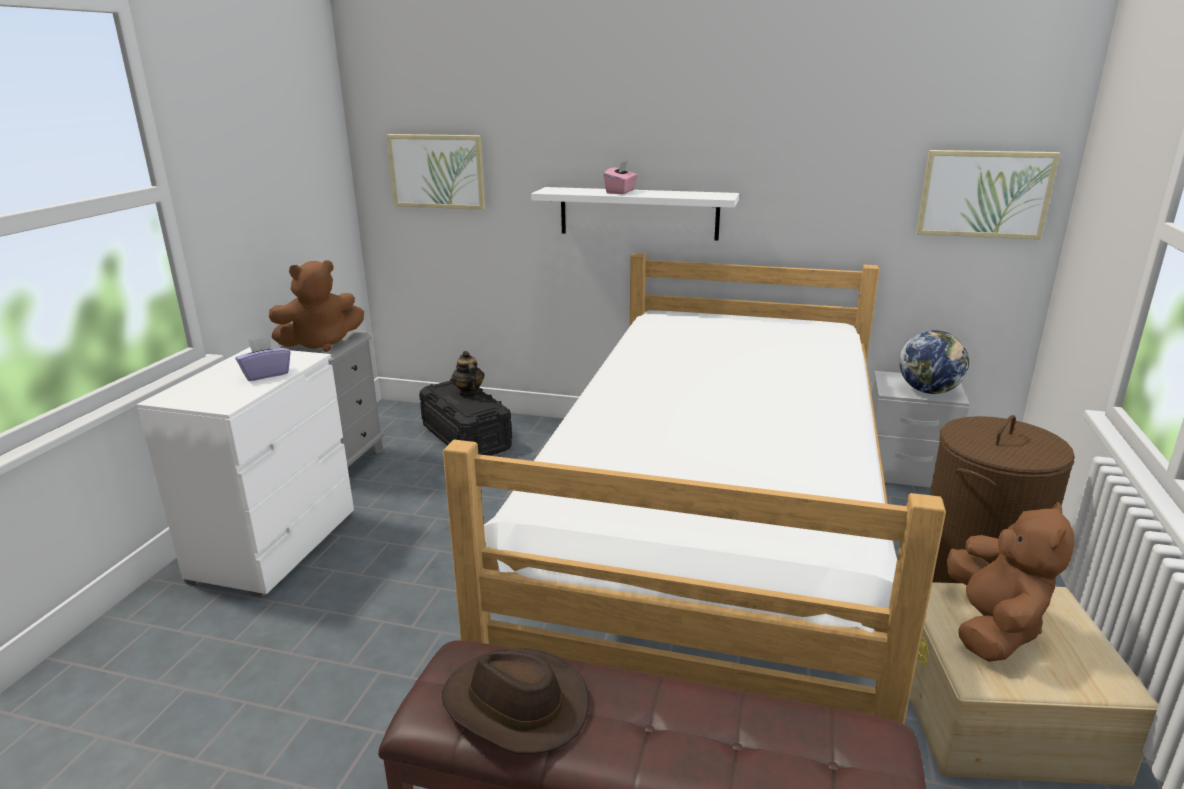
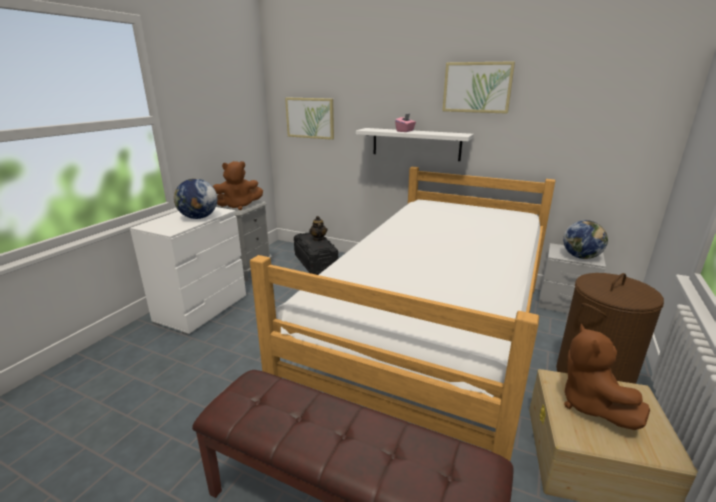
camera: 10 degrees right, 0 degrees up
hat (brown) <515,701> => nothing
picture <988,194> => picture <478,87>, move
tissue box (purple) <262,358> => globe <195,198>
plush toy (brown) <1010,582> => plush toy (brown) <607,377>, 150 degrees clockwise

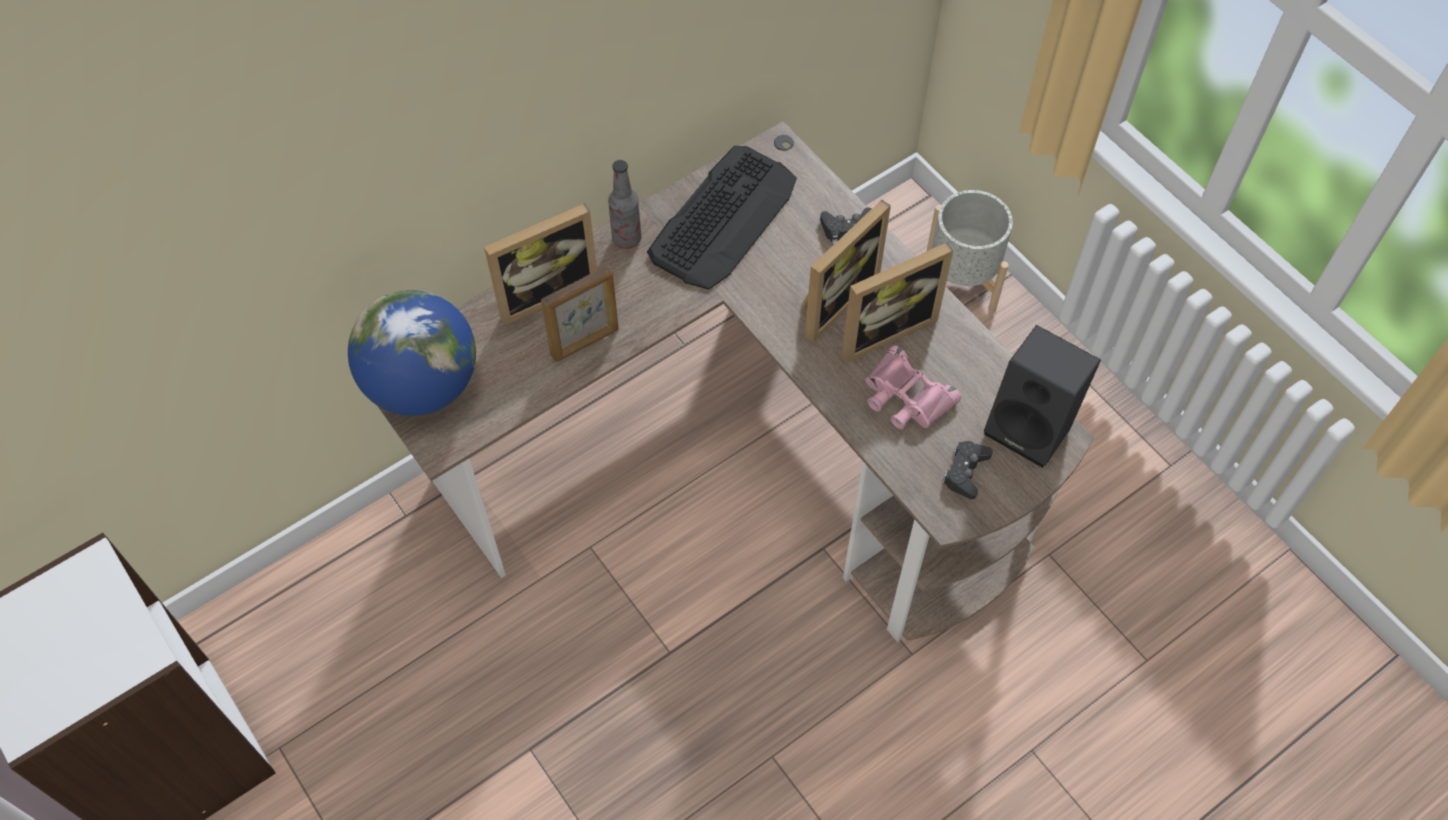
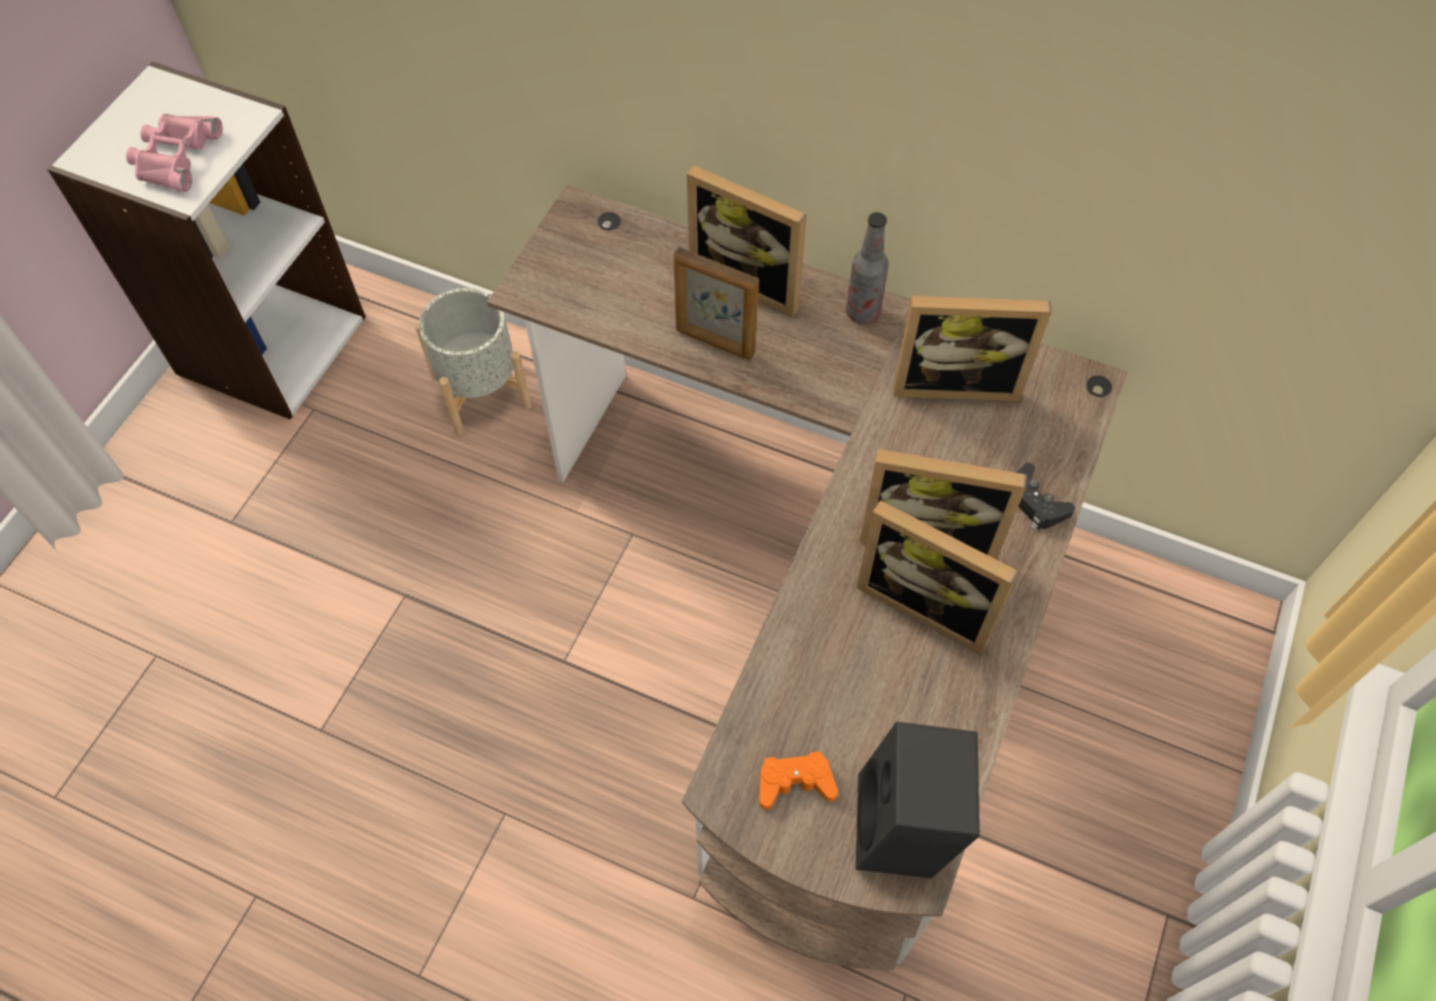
camera: 60 degrees right, 0 degrees up
globe <412,353> => nothing
binoculars (pink) <913,387> => binoculars (pink) <174,153>, move
planter (grey) <969,251> => planter (grey) <473,361>, move
keyboard <722,218> => picture frame <972,349>
game controller (black) <967,470> => game controller (orange) <798,780>

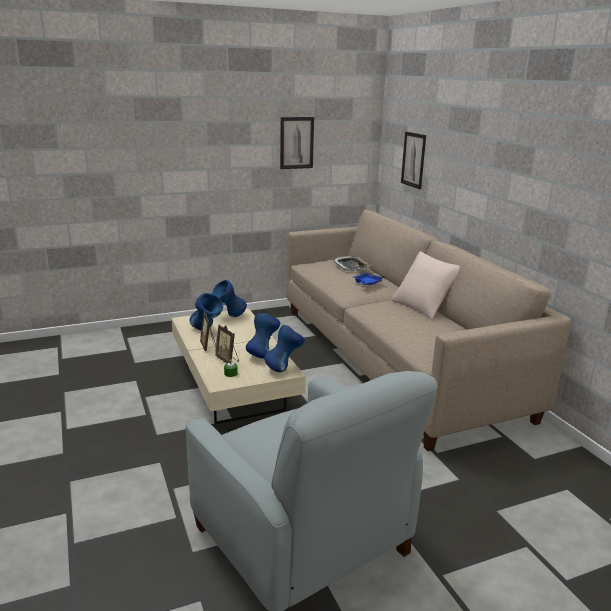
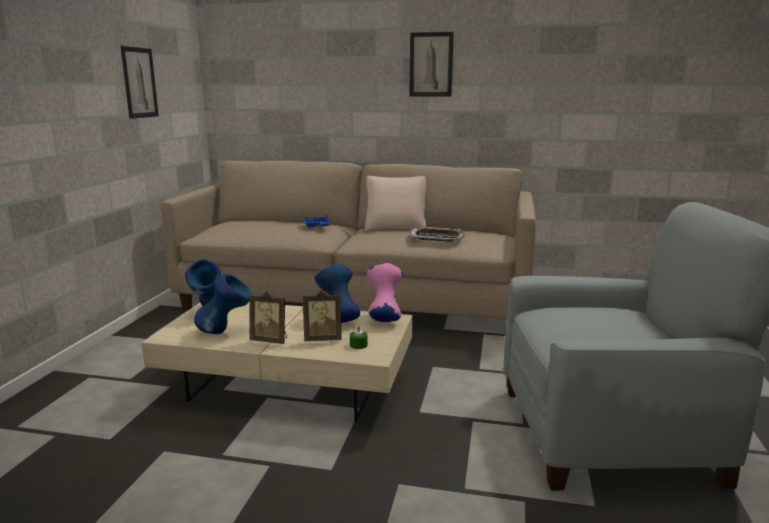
camera: 55 degrees left, 5 degrees down
tray <352,263> => tray <437,234>, move
picture <413,160> => picture <431,64>, move
vase (blue) <284,348> => vase (pink) <385,292>

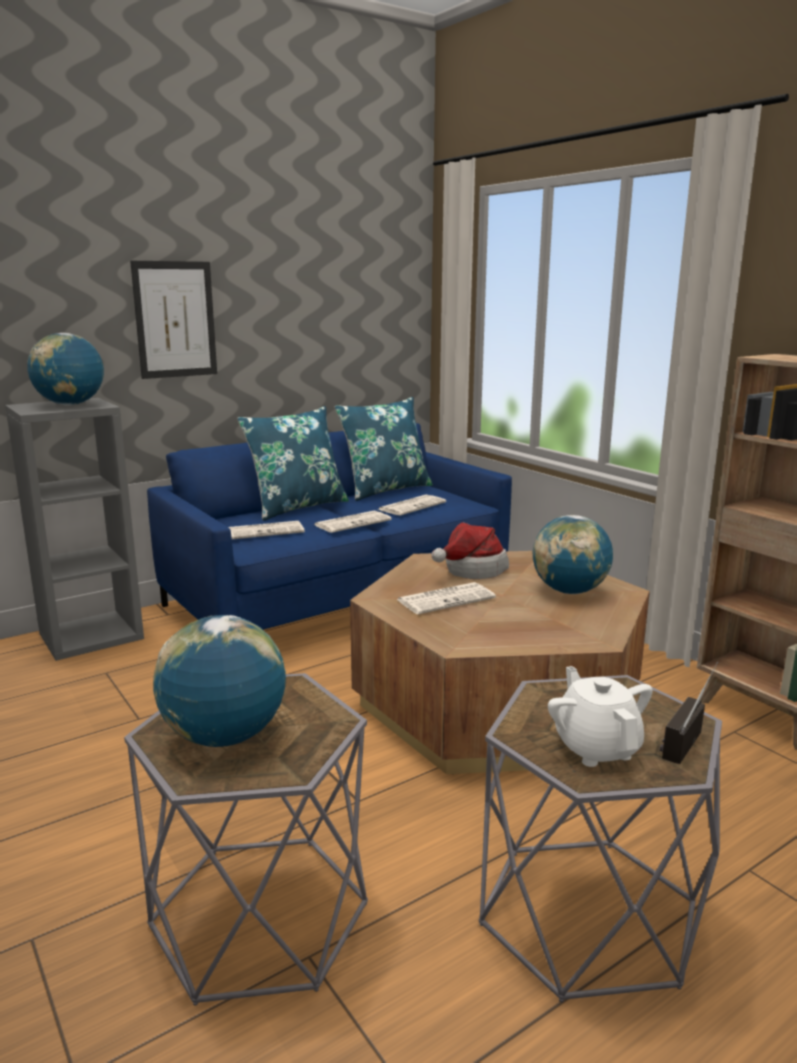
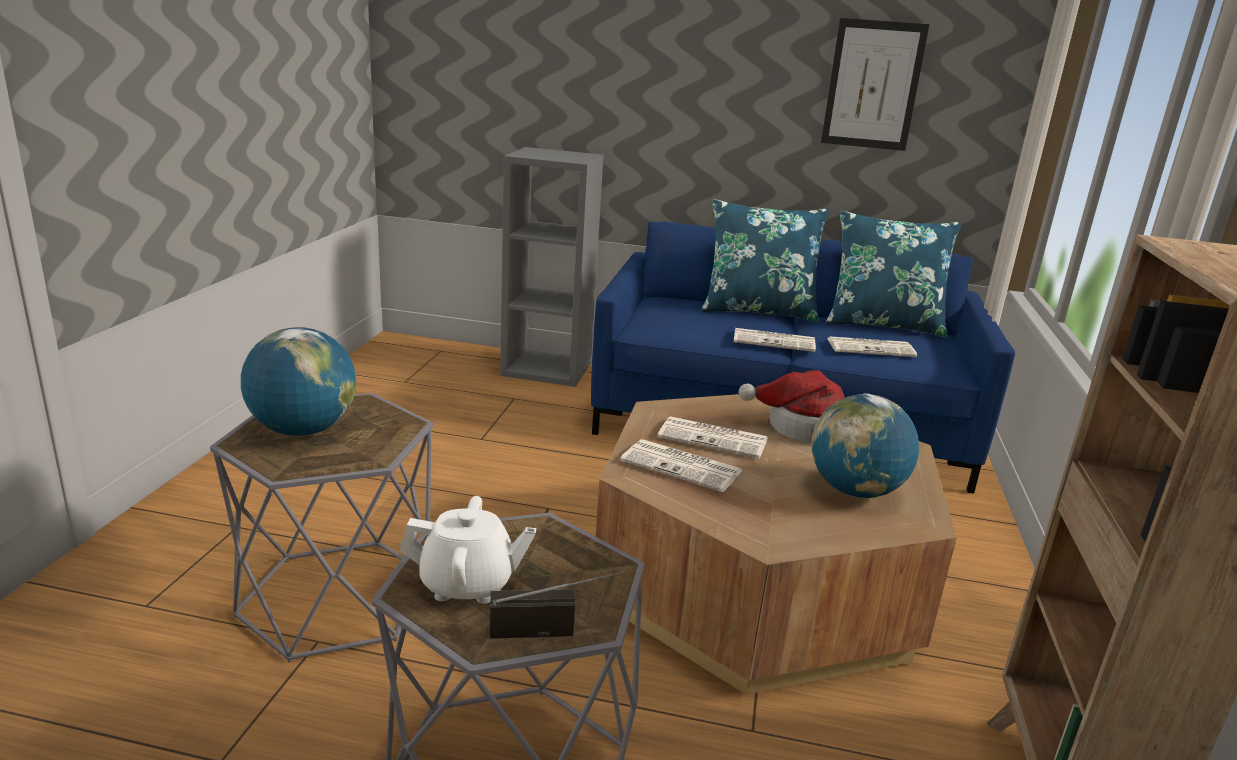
camera: 45 degrees right, 5 degrees up
globe <65,369> => nothing
picture <173,320> => picture <875,84>, move
newspaper <266,530> => newspaper <681,465>, move
teapot (white) <600,716> => teapot (white) <468,550>, 60 degrees clockwise

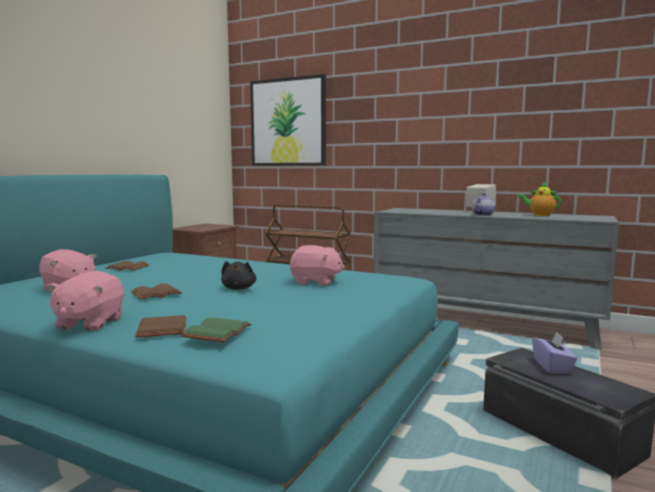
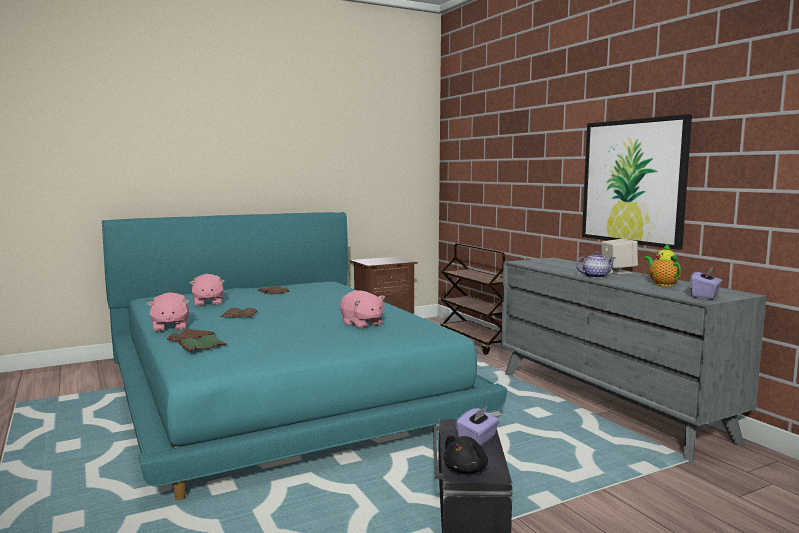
camera: 35 degrees right, 0 degrees up
nothing => tissue box (purple) <706,283>
plush toy (black) <238,275> => plush toy (black) <466,454>, move
picture <288,120> => picture <637,182>, move
plush toy (pink) <85,301> => plush toy (pink) <168,312>, 60 degrees counterclockwise

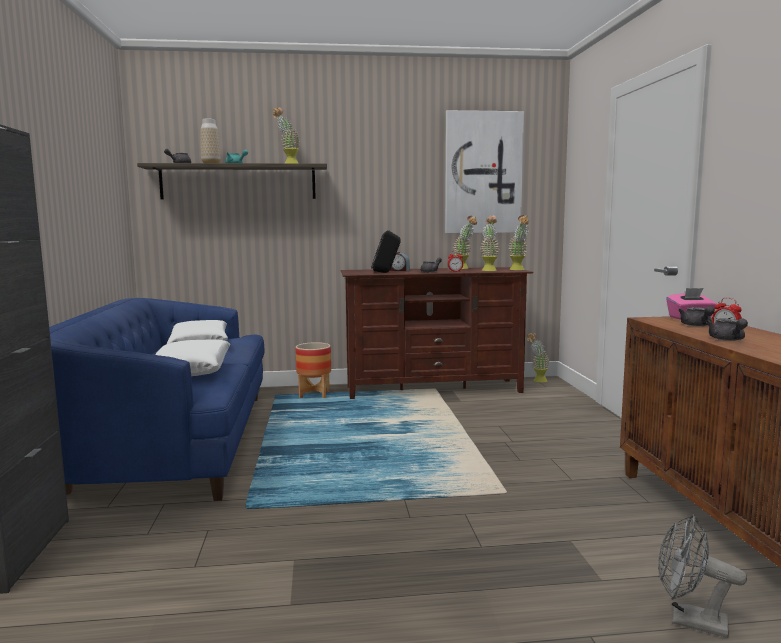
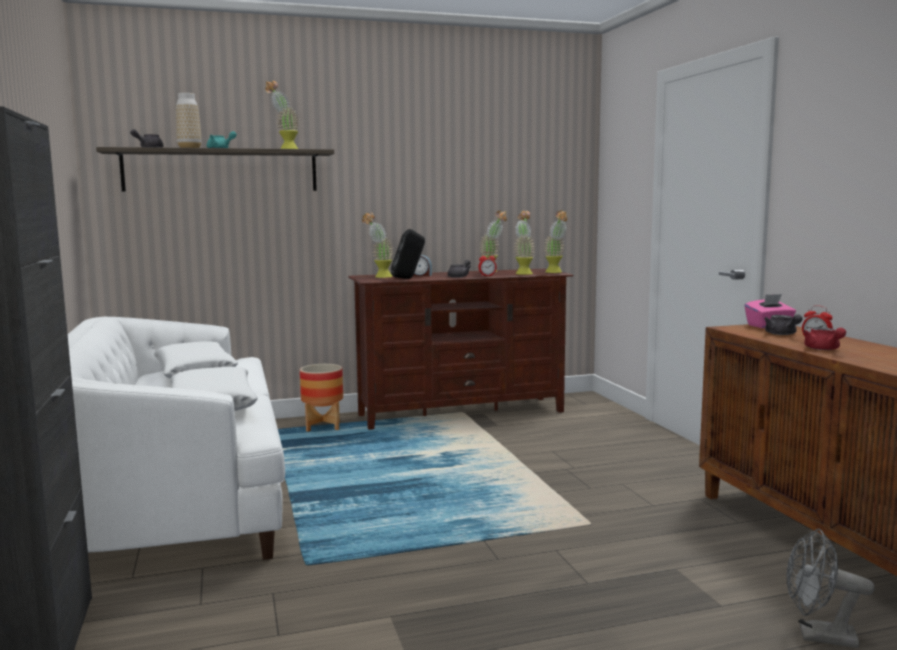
camera: 10 degrees left, 0 degrees up
picture <484,171> => nothing
potted plant <538,357> => potted plant <378,245>, move
sofa (blue) <157,399> => sofa (white) <176,438>
teapot (grey) <727,329> => teapot (red) <824,338>

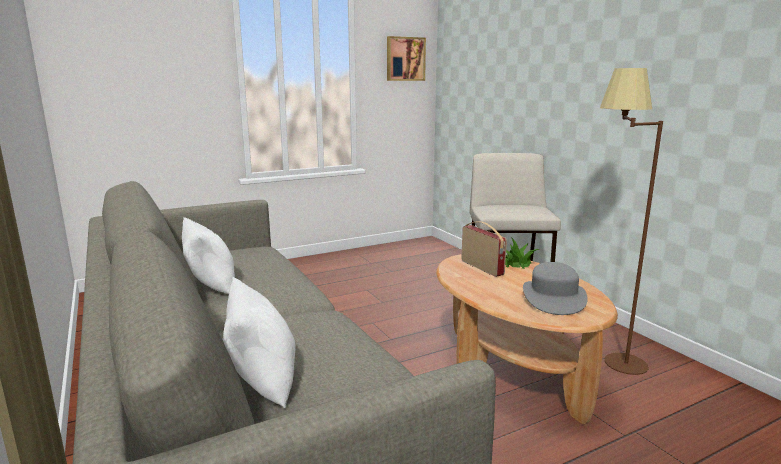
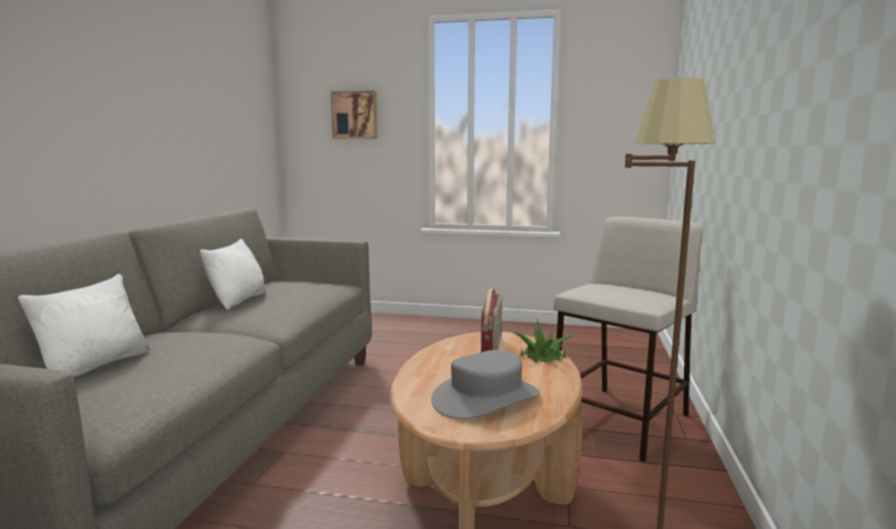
camera: 40 degrees right, 5 degrees down
picture <406,58> => picture <354,115>, move

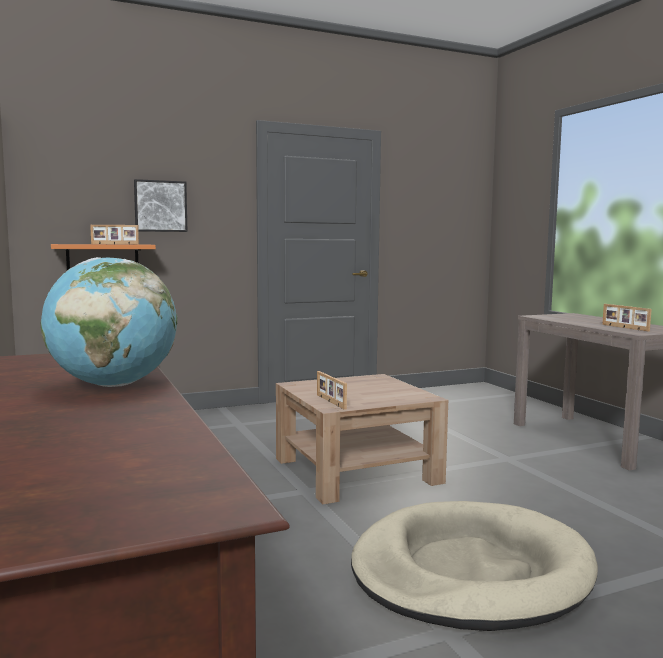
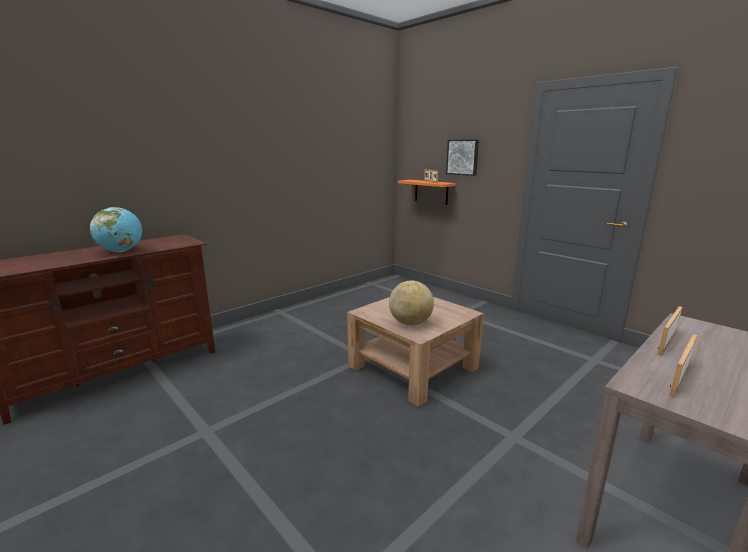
camera: 70 degrees right, 10 degrees up
dog bed (beige) <474,566> => nothing
nothing => globe <411,303>
picture frame <332,390> => picture frame <670,331>, move

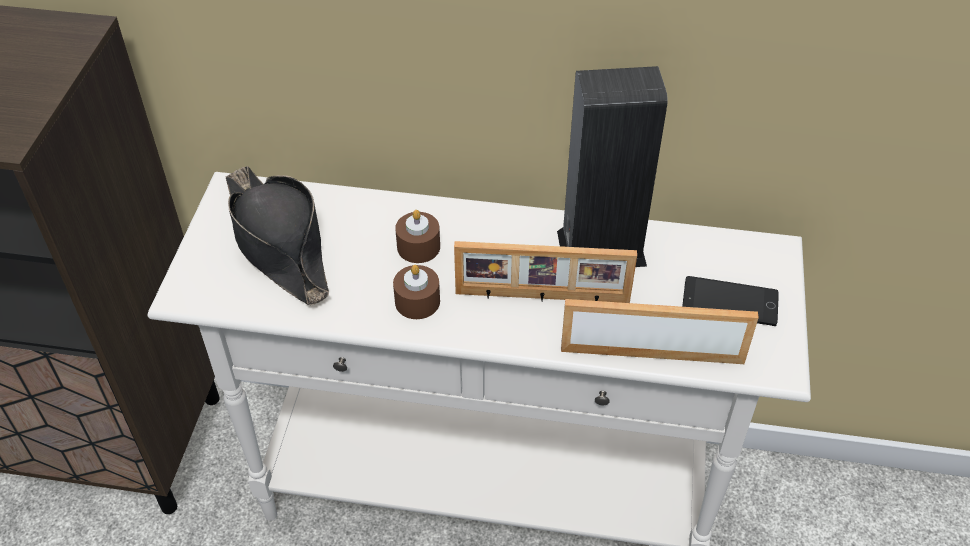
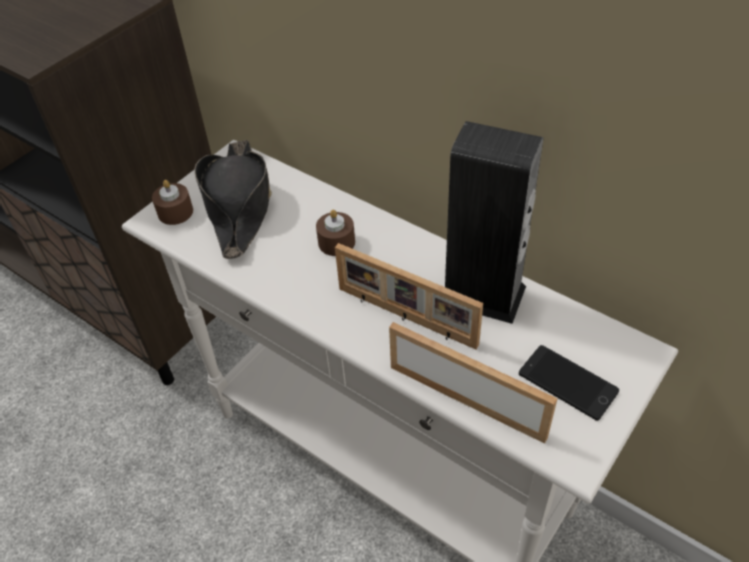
camera: 30 degrees right, 0 degrees up
candle (brown) <416,292> => candle (brown) <172,202>, move

